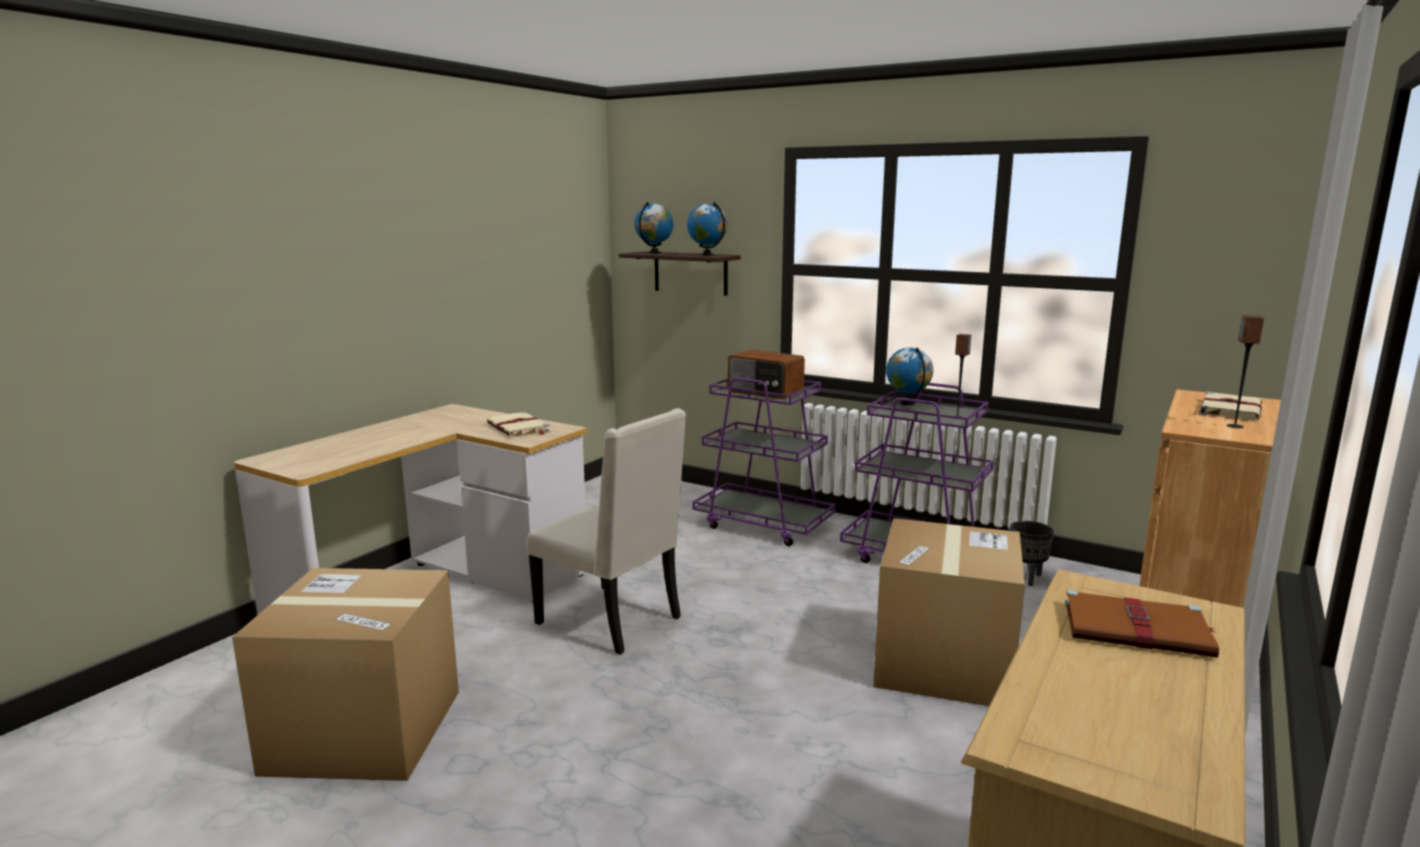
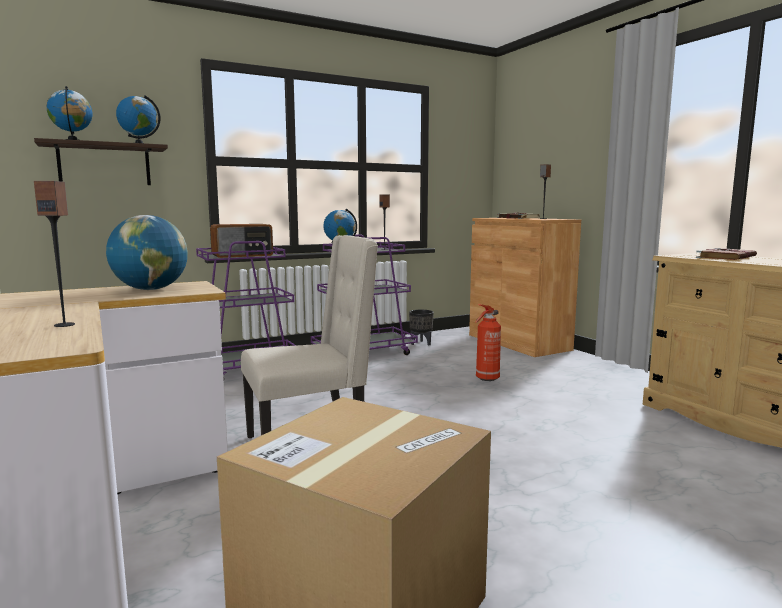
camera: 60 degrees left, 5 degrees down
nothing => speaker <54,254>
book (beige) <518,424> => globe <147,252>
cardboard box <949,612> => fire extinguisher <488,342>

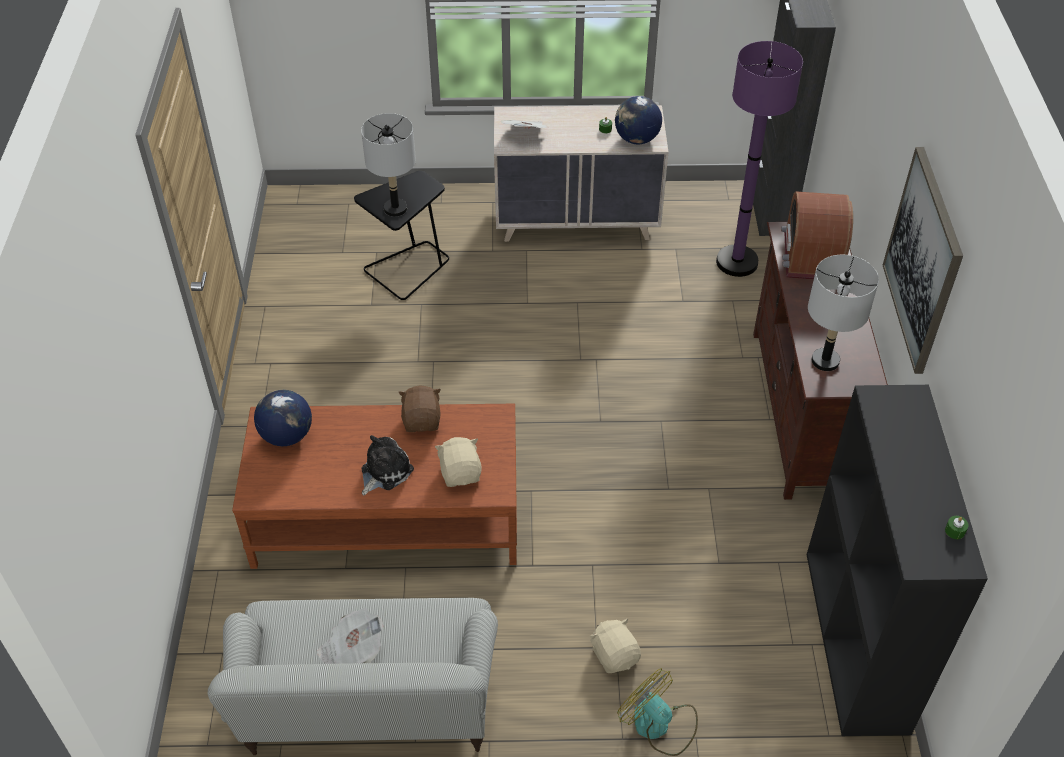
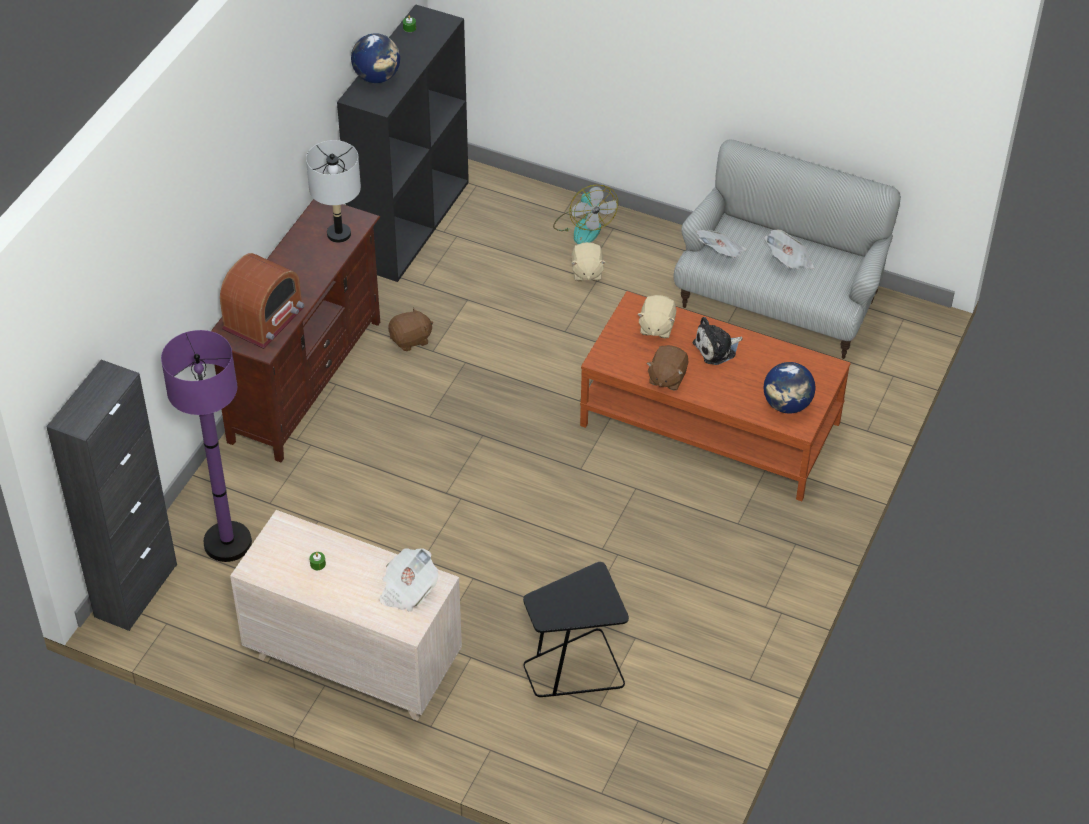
camera: 155 degrees left, 0 degrees up
table lamp (grey) <388,165> => nothing
picture <923,260> => nothing
nothing => plush toy (brown) <410,329>
nothing => newspaper <721,244>
globe <638,120> => globe <375,58>, move

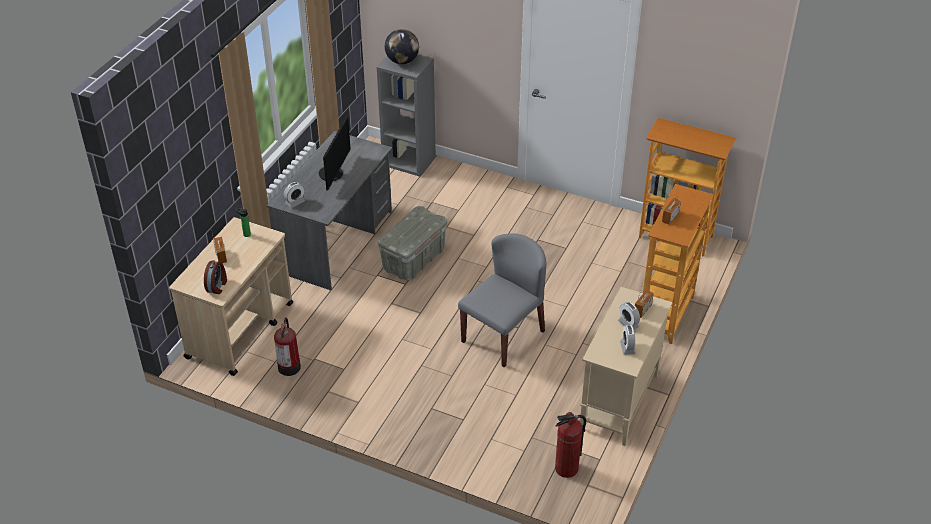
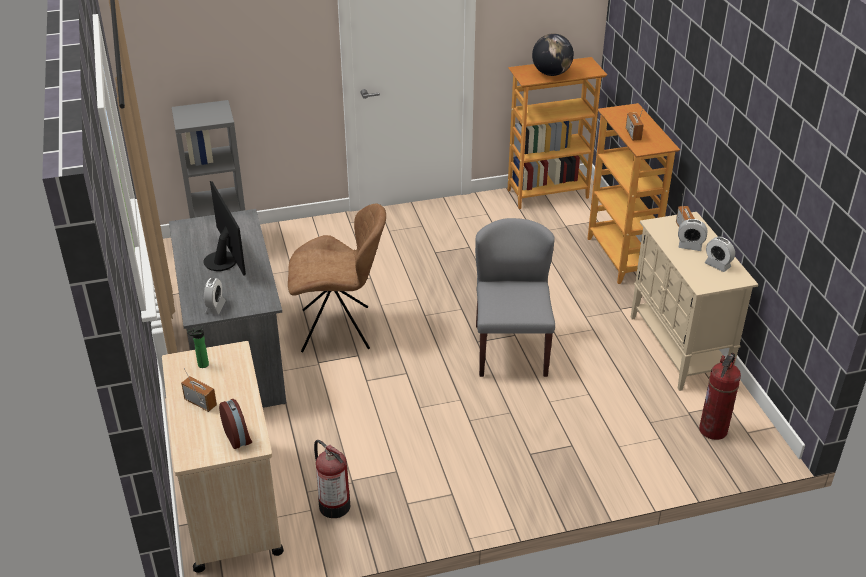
camera: 40 degrees left, 5 degrees down
globe <402,46> => globe <553,54>, move
storage box (grey) <412,243> => chair (brown) <337,278>

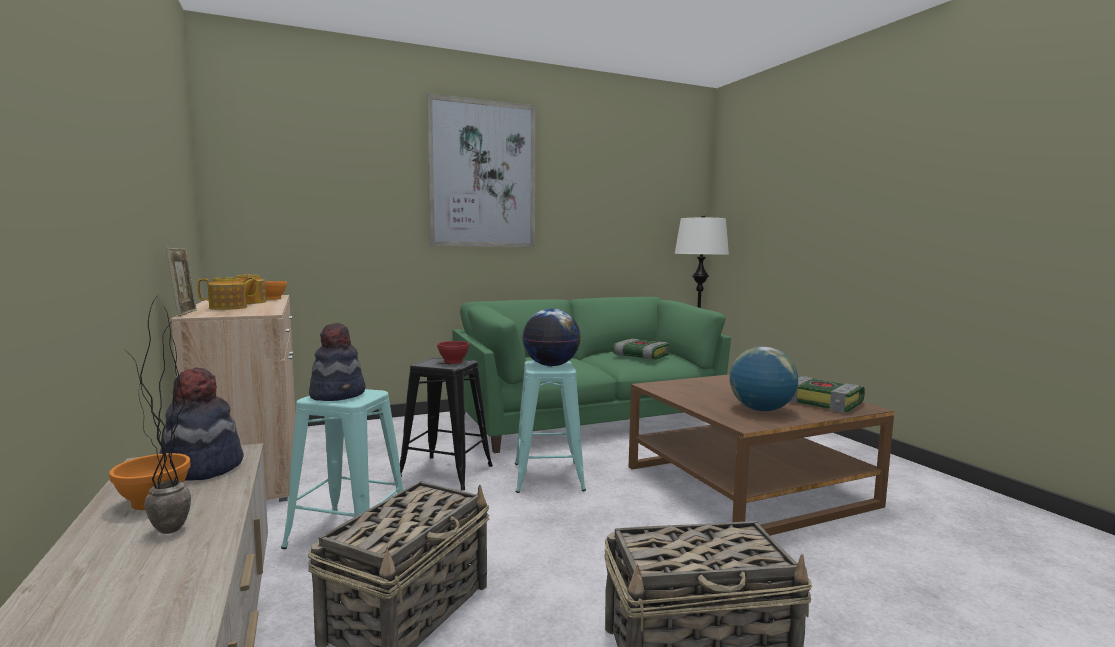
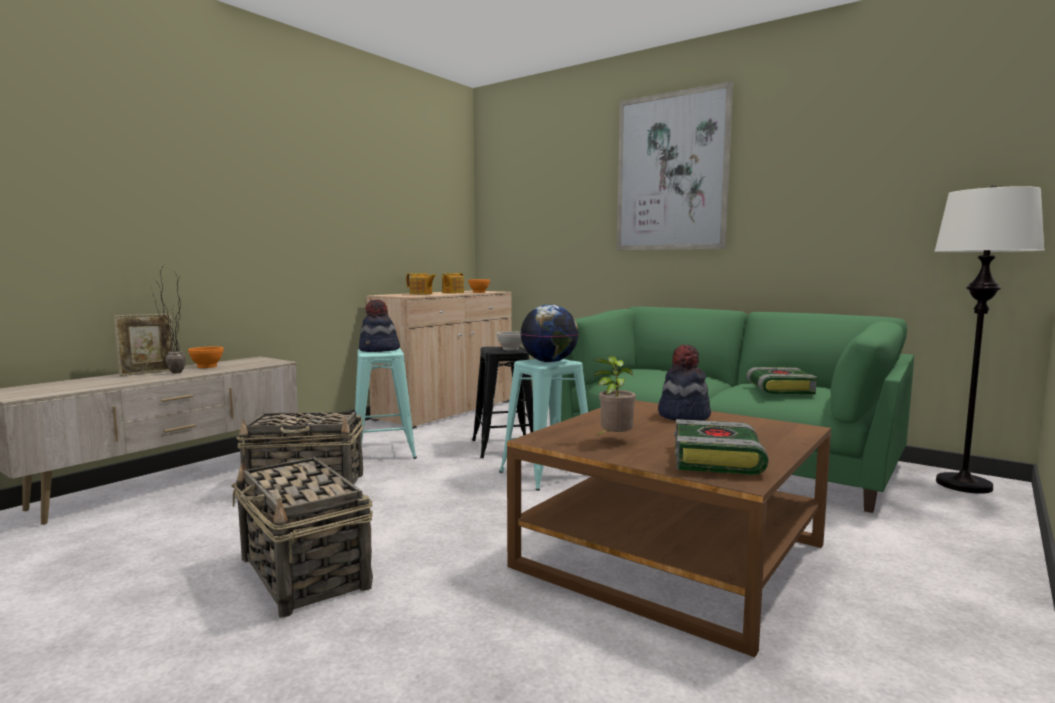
camera: 60 degrees right, 0 degrees up
hat <201,424> => hat <684,383>, move
picture frame <181,282> => picture frame <144,345>, move
globe <764,378> => potted plant <614,396>
bowl (red) <453,352> => bowl (white) <509,341>

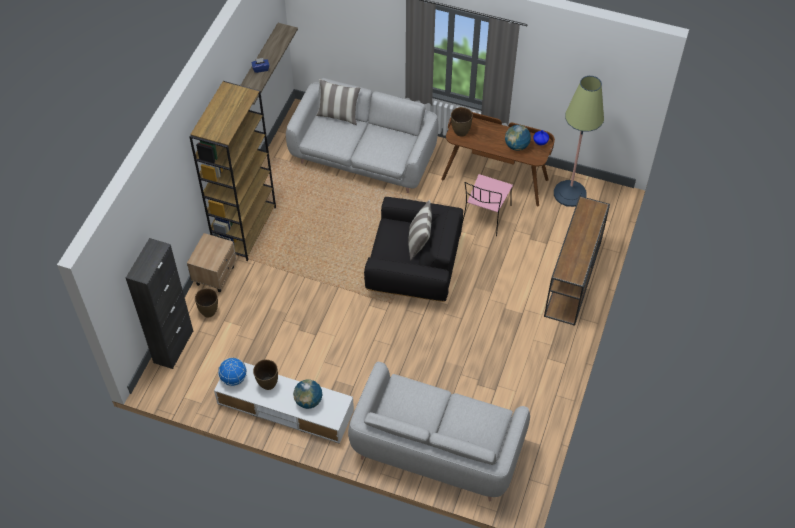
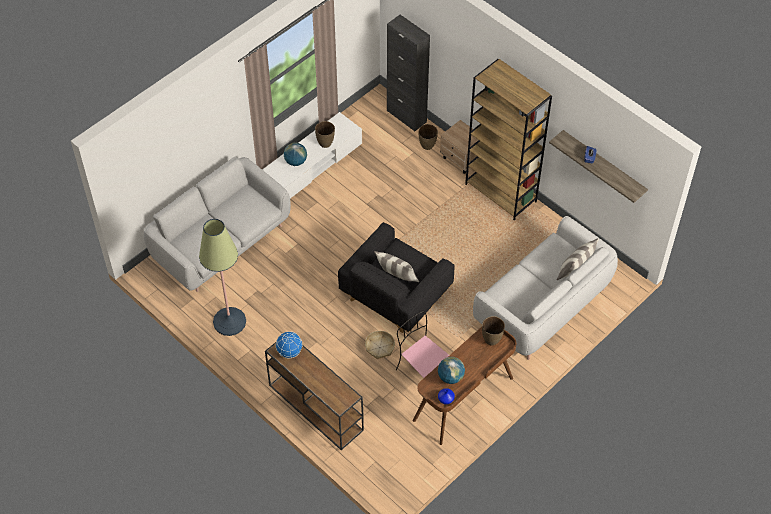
camera: 115 degrees right, 0 degrees up
nothing => basket <380,345>
globe <232,371> => globe <289,344>, move
floor lamp <579,141> => floor lamp <222,277>, move

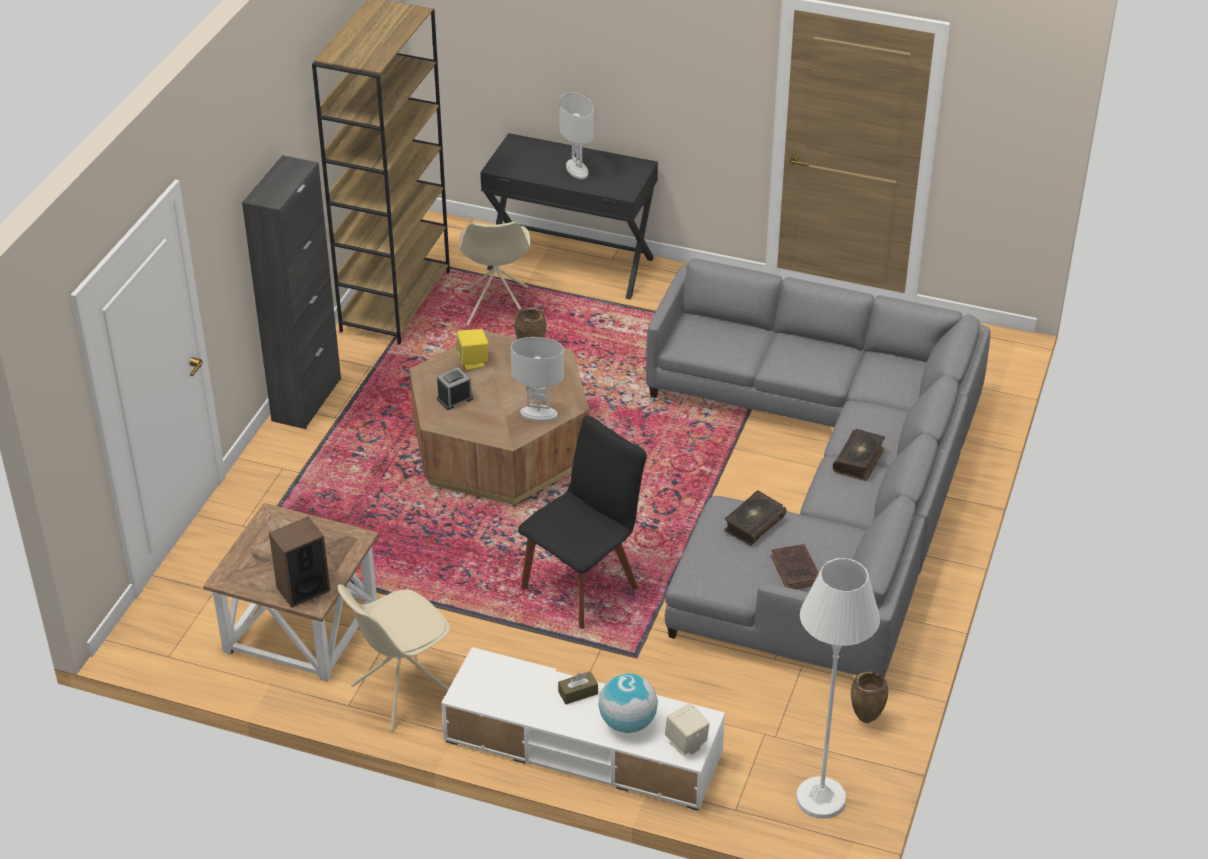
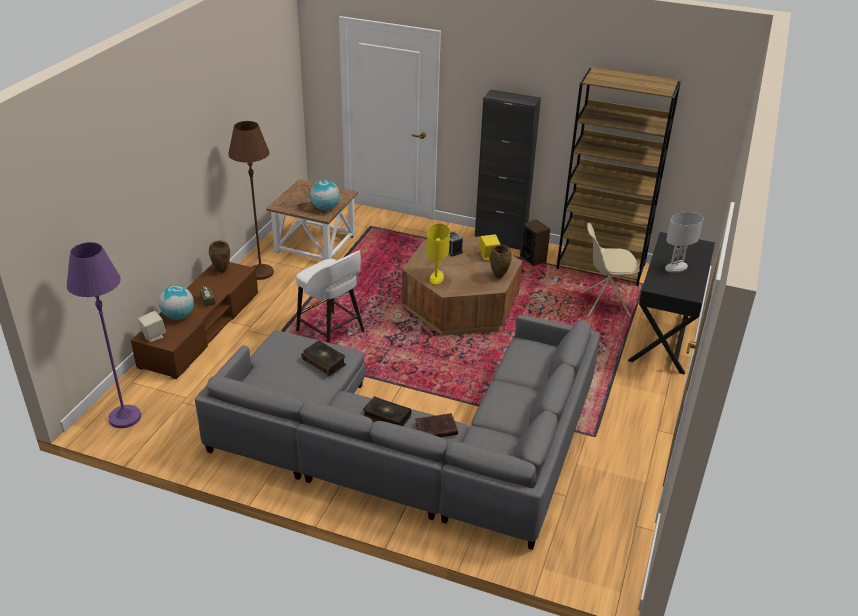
camera: 90 degrees right, 5 degrees down
nothing => globe <325,195>
speaker <299,562> => speaker <535,243>, move
book (brown) <795,566> => book (brown) <436,425>, move
vase (brown) <869,697> => vase (brown) <219,257>, move
chair (beige) <393,657> => floor lamp (brown) <251,200>
chair (black) <582,522> => stool (white) <330,297>
tv stand (white) <583,729> => tv stand (brown) <194,320>
table lamp (white) <537,379> => table lamp (yellow) <438,254>
floor lamp (white) <838,688> => floor lamp (purple) <104,335>

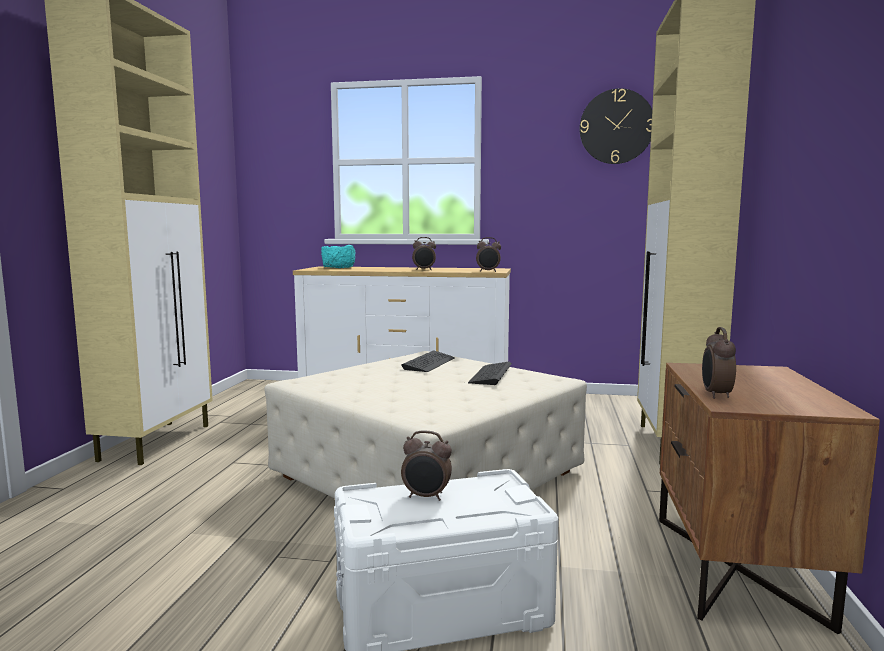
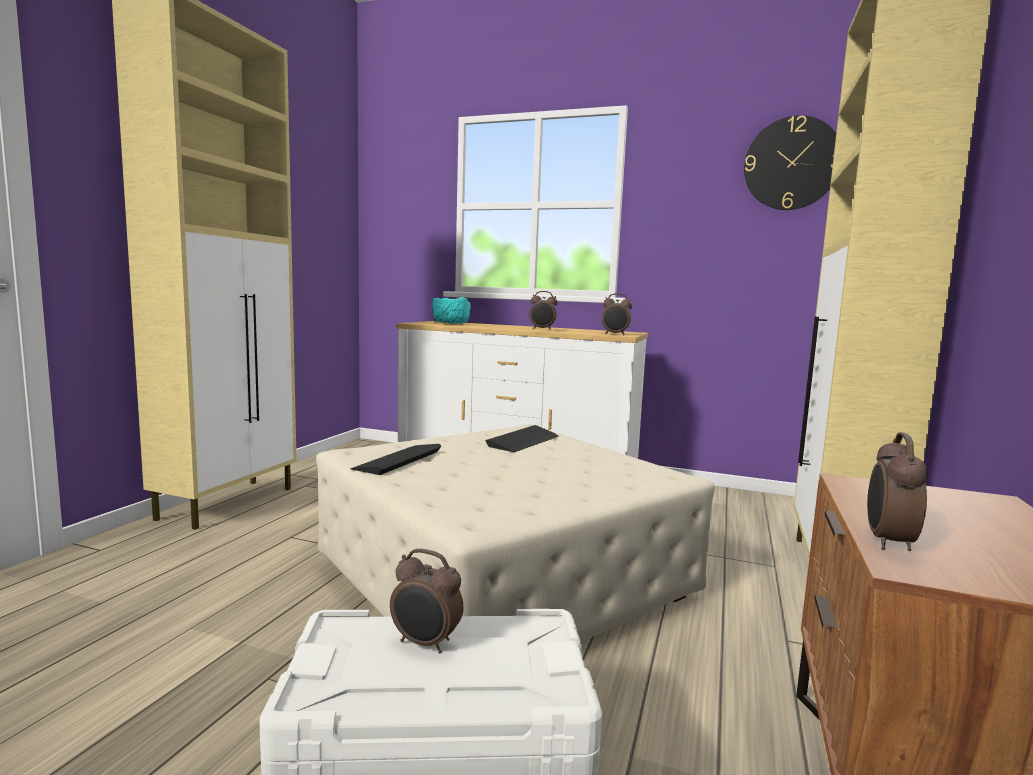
camera: 10 degrees right, 0 degrees up
keyboard <490,373> => keyboard <395,459>, move

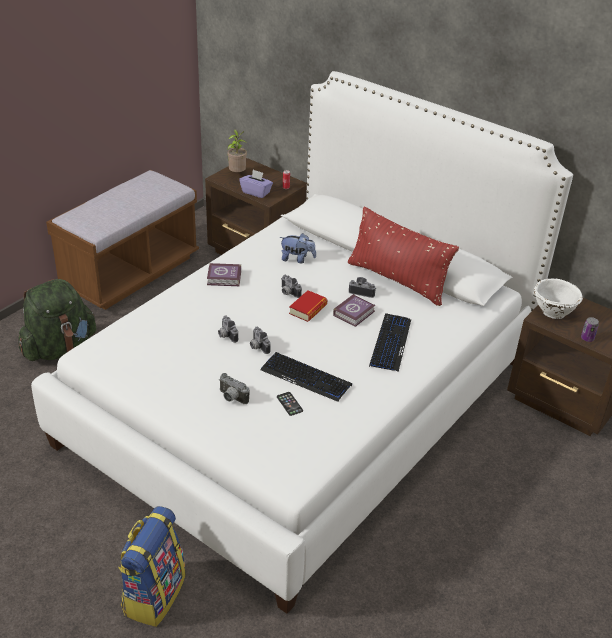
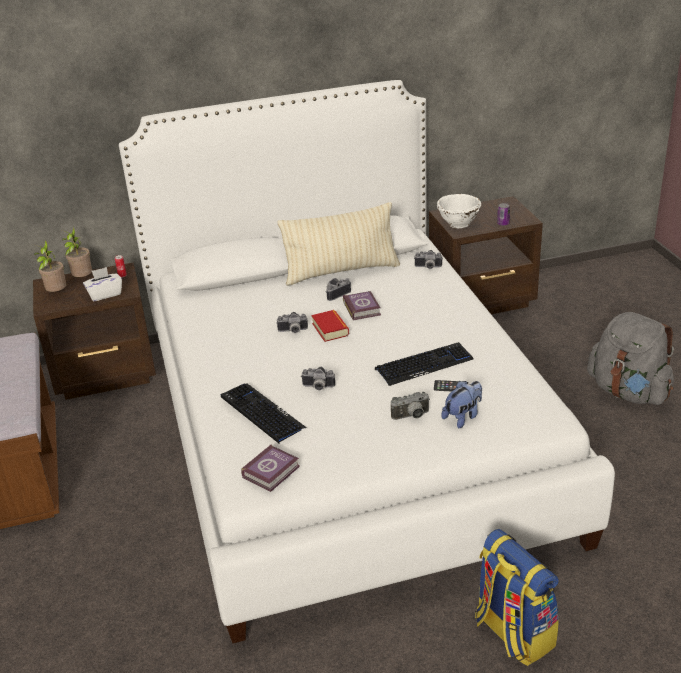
camera: 50 degrees left, 5 degrees down
backpack (green) <57,320> => nothing
nothing => potted plant <77,252>
nothing => backpack (grey) <630,358>
book <224,274> => book <270,468>, move
photo camera <260,340> => photo camera <429,259>, move
plush toy <298,248> => plush toy <462,404>, move
keyboard <390,342> => keyboard <264,413>, move
tissue box (purple) <256,184> => tissue box (white) <102,284>
pillow (red) <403,256> => pillow (beige) <338,244>

